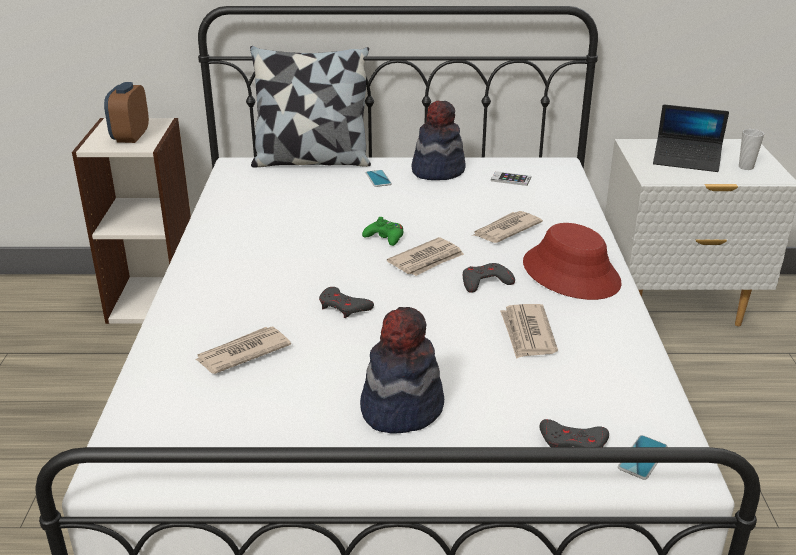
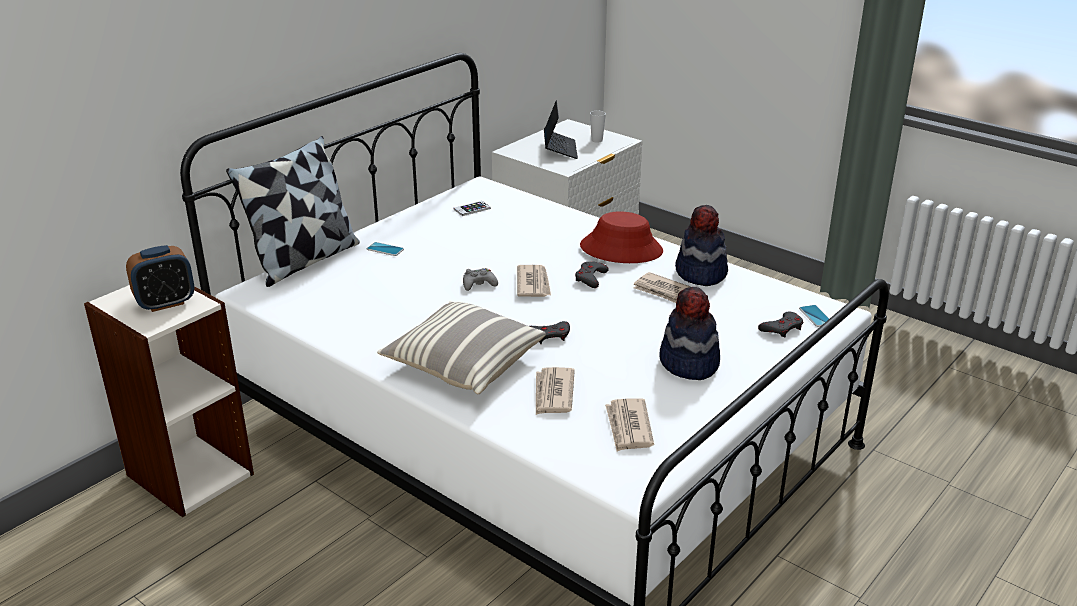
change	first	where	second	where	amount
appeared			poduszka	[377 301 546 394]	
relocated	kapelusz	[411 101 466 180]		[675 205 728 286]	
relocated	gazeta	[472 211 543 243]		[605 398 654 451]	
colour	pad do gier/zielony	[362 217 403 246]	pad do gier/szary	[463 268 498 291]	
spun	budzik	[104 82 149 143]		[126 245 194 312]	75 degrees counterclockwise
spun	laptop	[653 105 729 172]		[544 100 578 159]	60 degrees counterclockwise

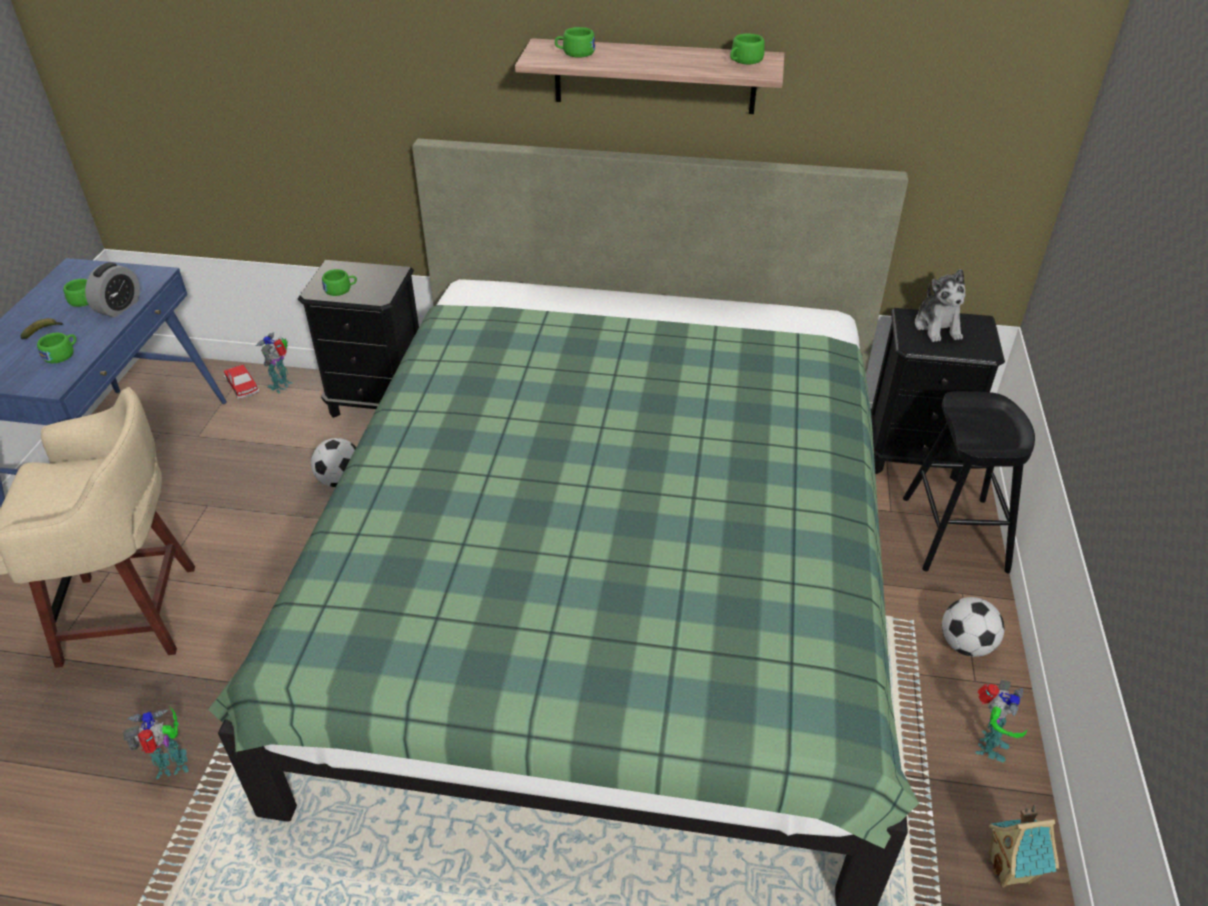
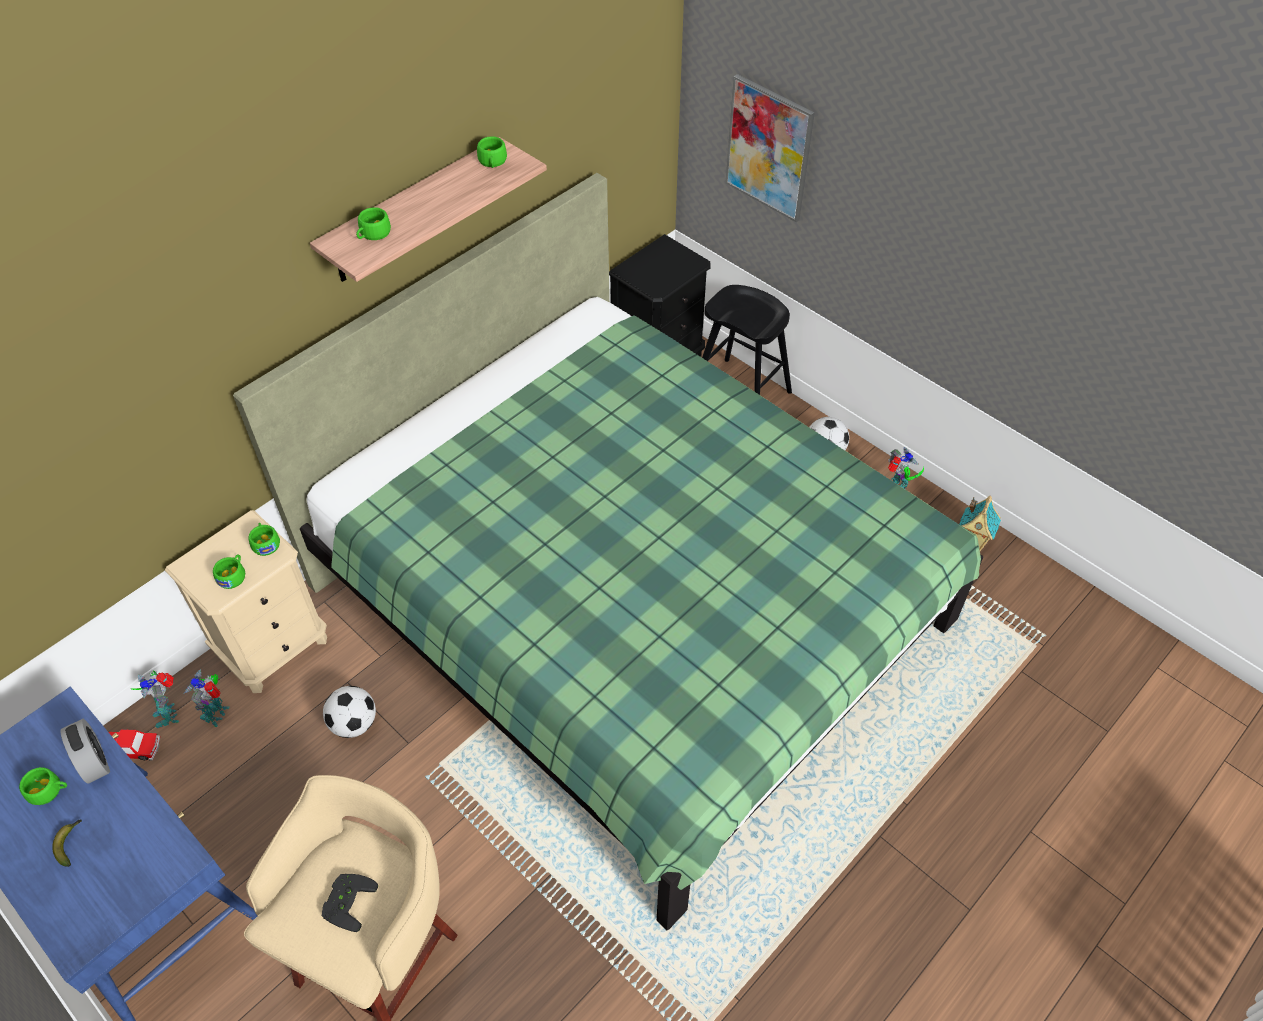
change	first	where	second	where	amount
missing	pluszak	[915 269 965 342]			
appeared			pad do gier/czarny	[322 874 378 932]	
appeared			obraz	[725 74 815 222]	
relocated	filiżanka/zielony	[37 333 76 363]		[248 523 280 556]	
relocated	robot zabawkowy	[123 707 189 779]		[184 669 230 727]	
colour	szafka nocna/czarny	[298 260 419 418]	szafka nocna/beżowy	[165 510 327 693]	

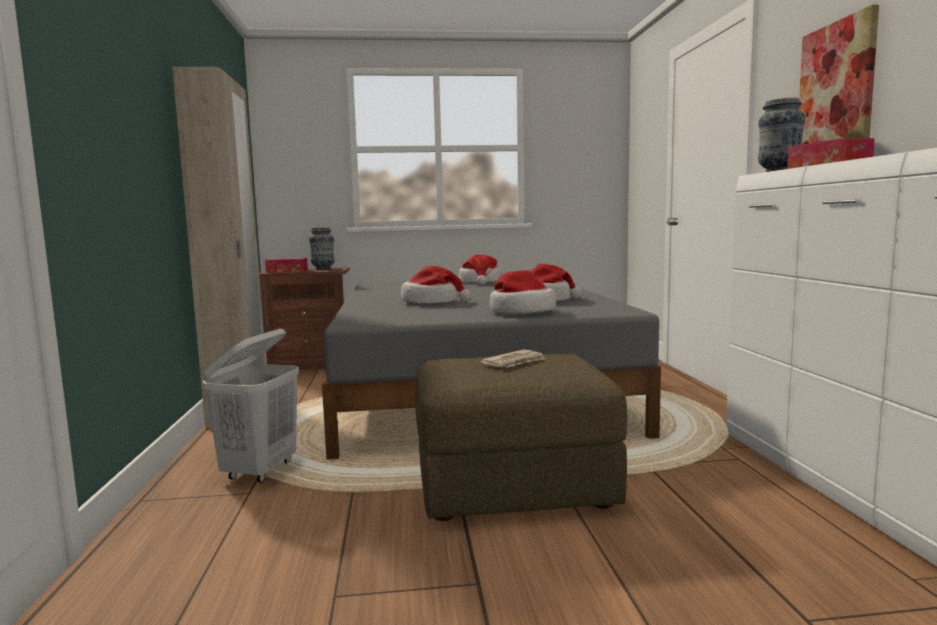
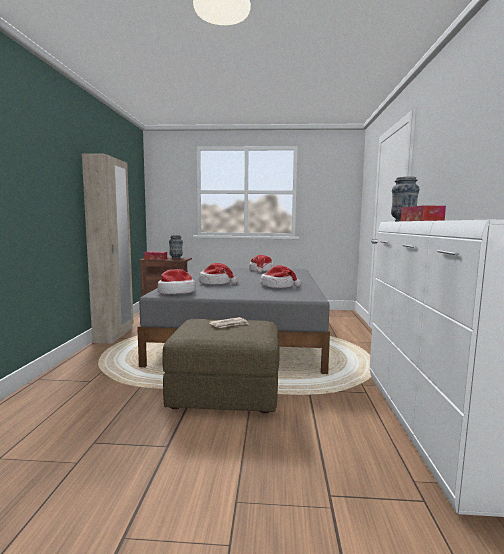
change	first	where	second	where	amount
missing	kosz na pranie/biały	[202 329 299 483]			
missing	obraz	[799 5 879 145]			
relocated	kapelusz	[490 270 556 314]		[157 269 196 294]	

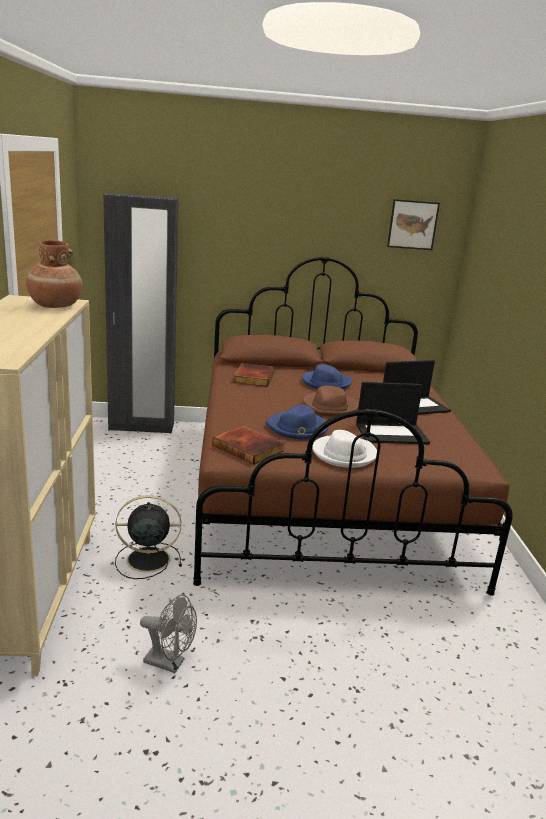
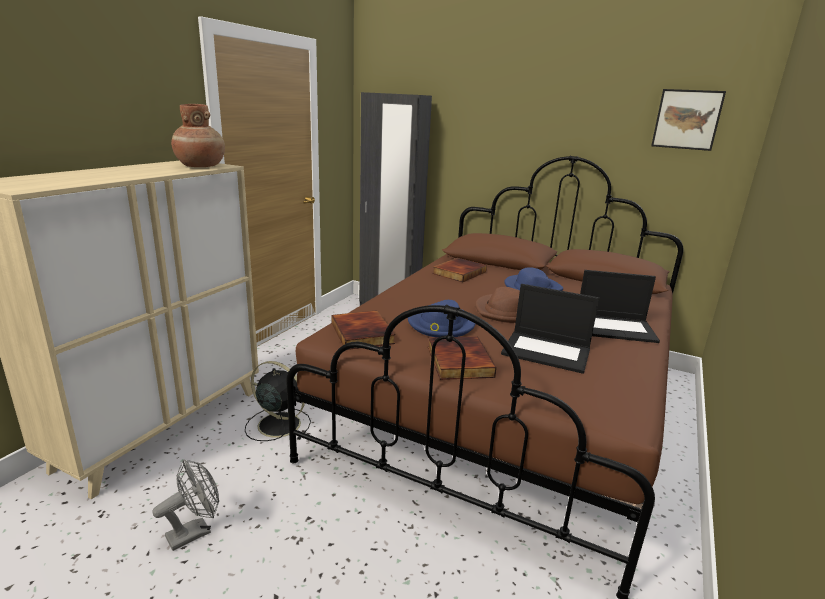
change	first	where	second	where	amount
exchanged	kapelusz/biały	[312 430 377 468]	książka	[428 336 497 380]	
spun	wentylator/szary	[140 594 197 673]		[153 459 219 551]	90 degrees counterclockwise

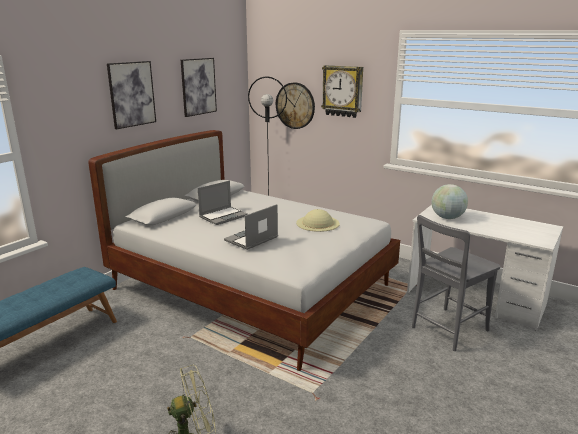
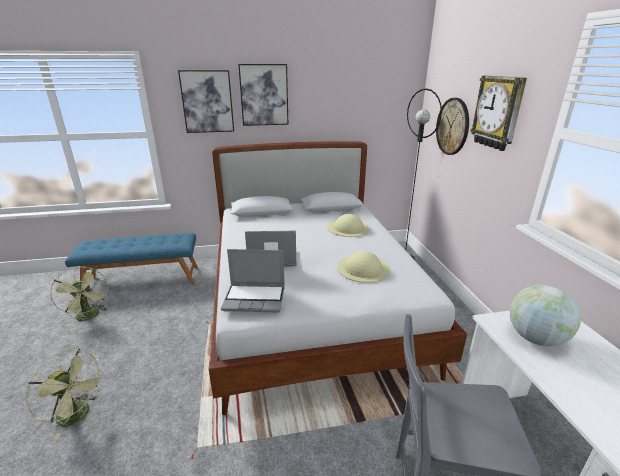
change	first	where	second	where	amount
appeared			wentylator/zielony	[50 267 109 326]	
appeared			kapelusz/beżowy	[328 214 370 237]	
relocated	obraz	[181 58 217 117]		[178 70 234 133]	
relocated	laptop	[198 181 248 225]		[221 249 285 313]	

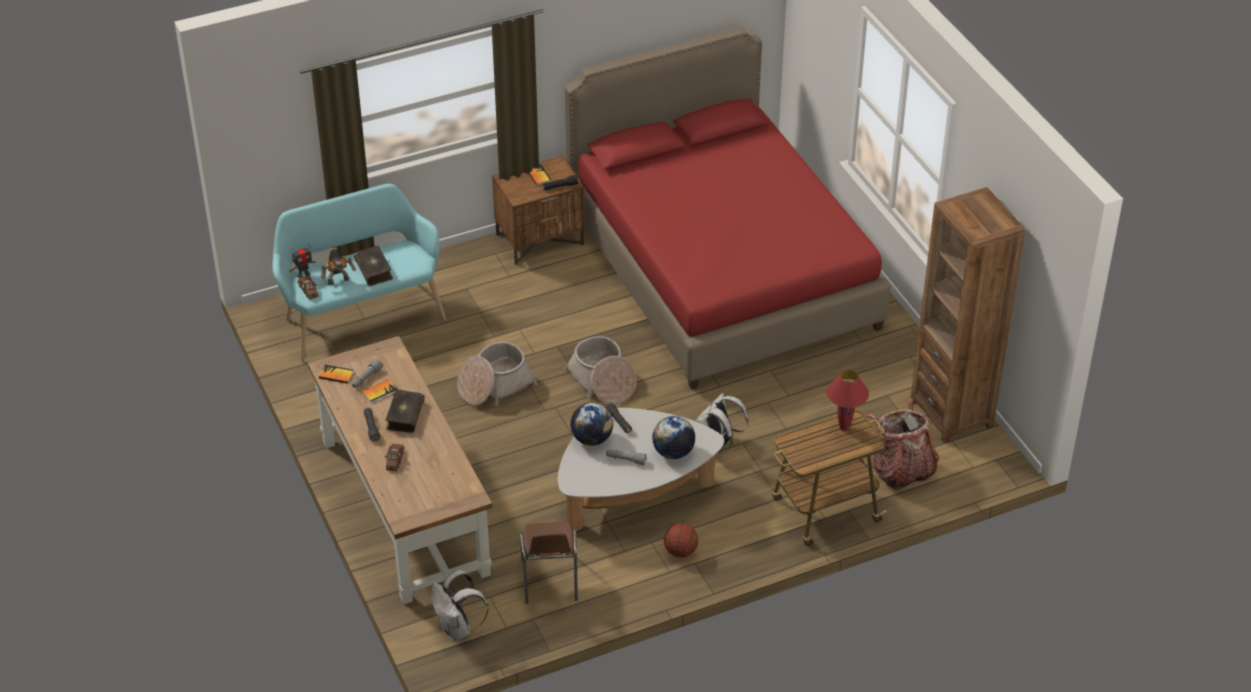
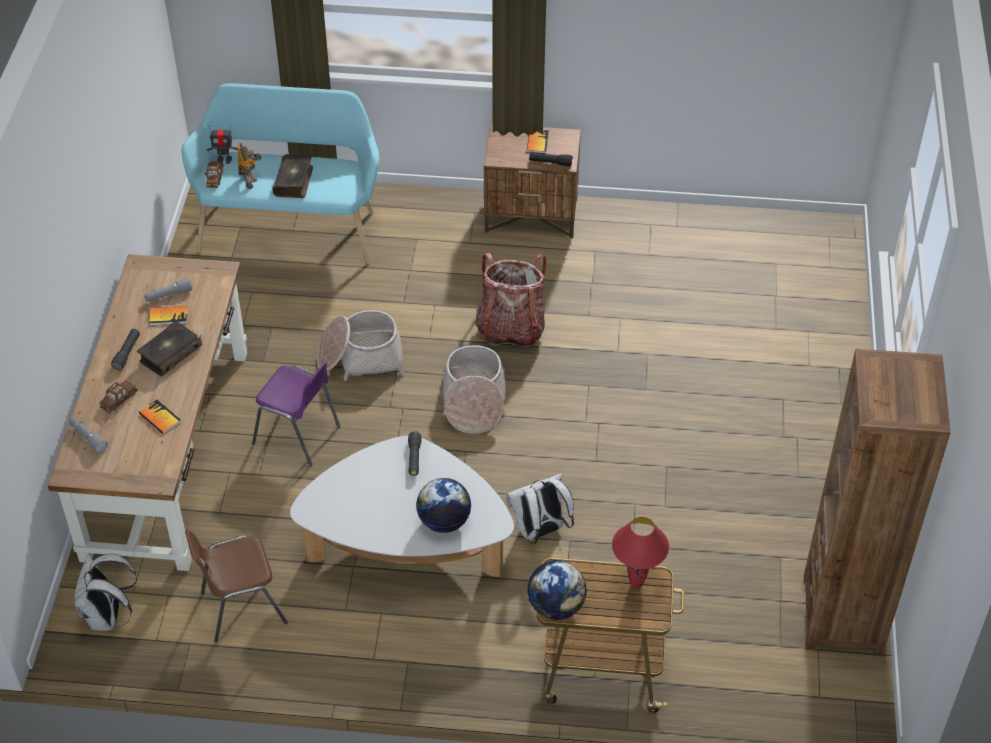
change	first	where	second	where	amount
missing	łóżko/czerwony	[565 27 891 390]			
missing	piłka do koszykówki	[664 523 698 558]			
appeared			krzesło/fioletowy	[252 359 340 466]	
relocated	książka	[319 365 354 384]		[139 399 181 434]	
relocated	globus	[570 403 613 446]		[527 560 587 620]	
relocated	latarka/szary	[606 449 647 465]		[69 417 108 453]	
relocated	plecak	[866 398 939 490]		[476 253 547 347]	
spun	robot zabawkowy	[321 247 356 286]		[238 143 262 189]	105 degrees counterclockwise
spun	krzesło/brązowy	[520 522 578 604]		[185 530 288 643]	45 degrees clockwise

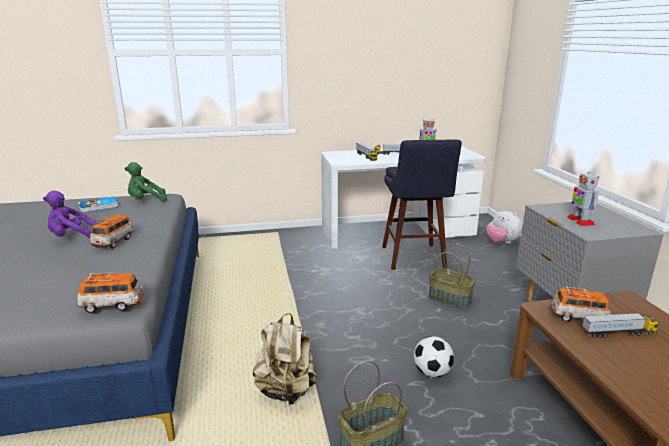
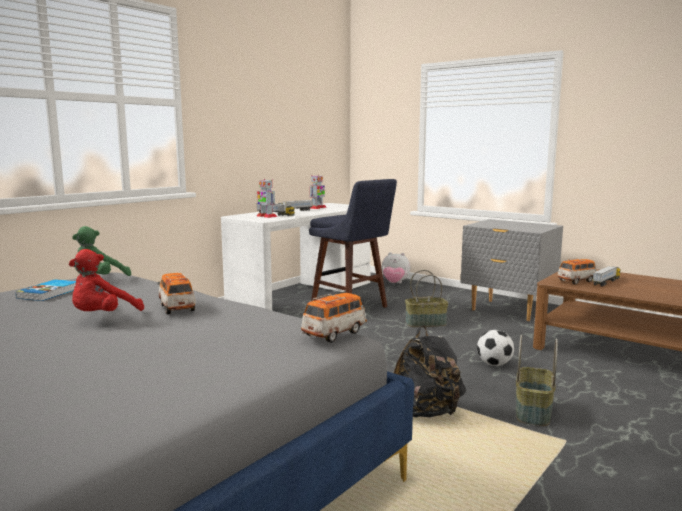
change	first	where	second	where	amount
relocated	robot zabawkowy	[567 172 599 226]		[257 179 277 218]	
colour	pluszak/fioletowy	[43 191 98 238]	pluszak/czerwony	[69 249 144 311]	
colour	plecak/beżowy	[253 313 317 405]	plecak/czarny	[393 325 466 418]	

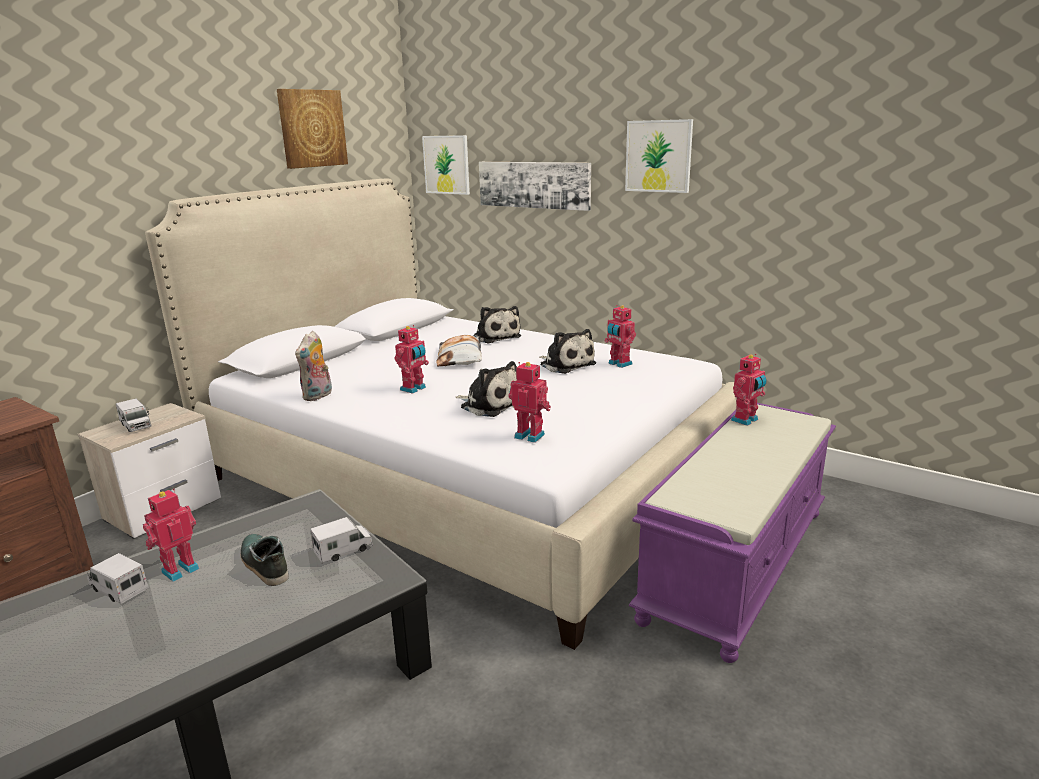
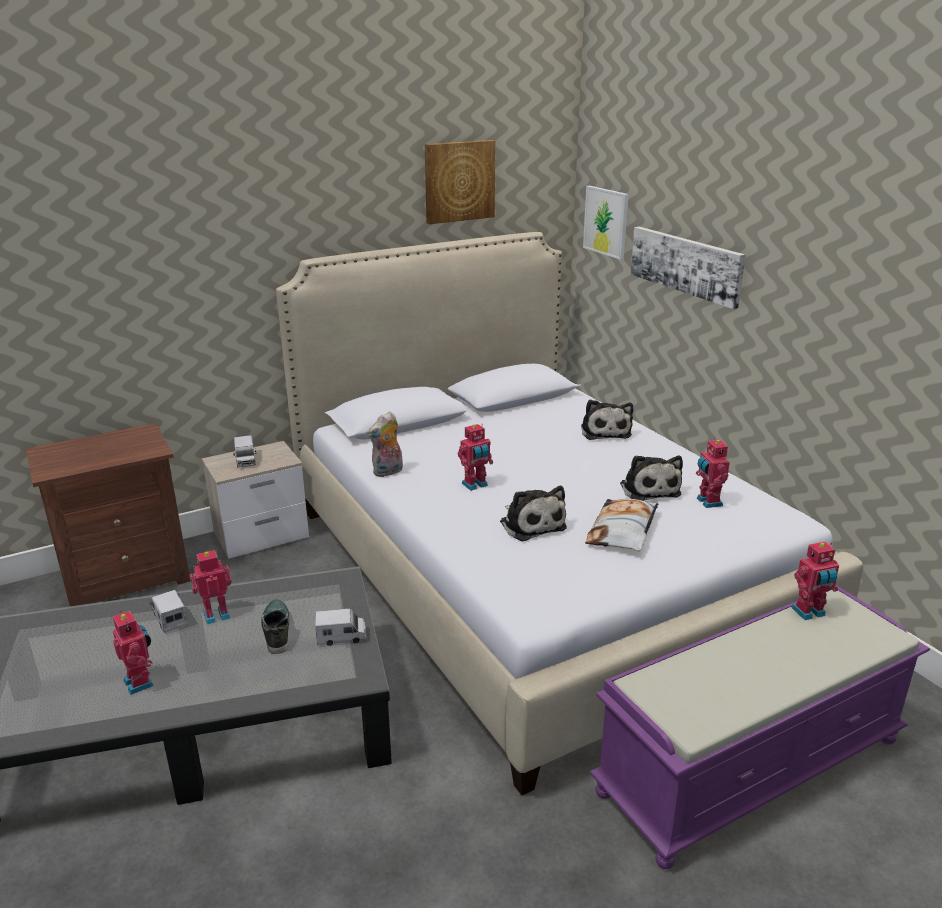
change	first	where	second	where	amount
missing	obraz	[625 119 693 193]			
relocated	poduszka	[436 335 482 366]		[585 499 659 551]	
relocated	robot zabawkowy	[509 362 551 443]		[113 610 154 695]	

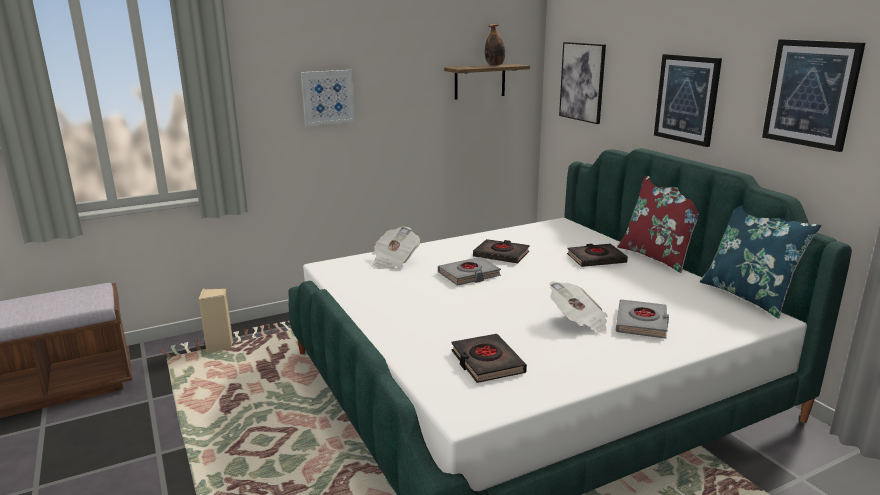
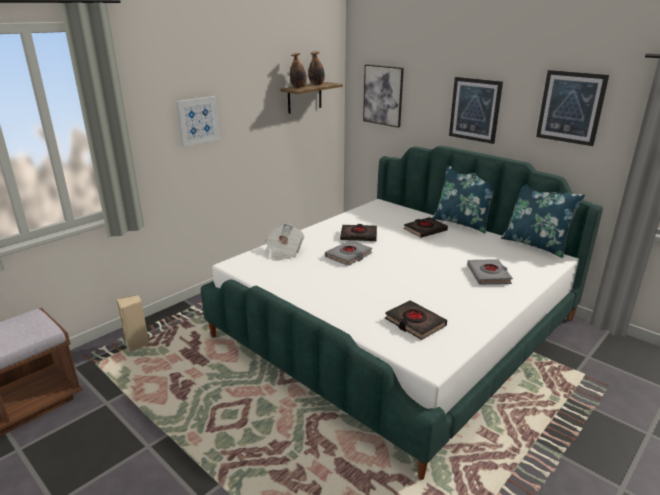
change	first	where	second	where	amount
missing	gazeta	[550 281 608 334]			
appeared			butelka	[290 53 307 88]	
colour	poduszka/czerwony	[617 176 699 273]	poduszka/niebieski	[432 166 494 233]	

